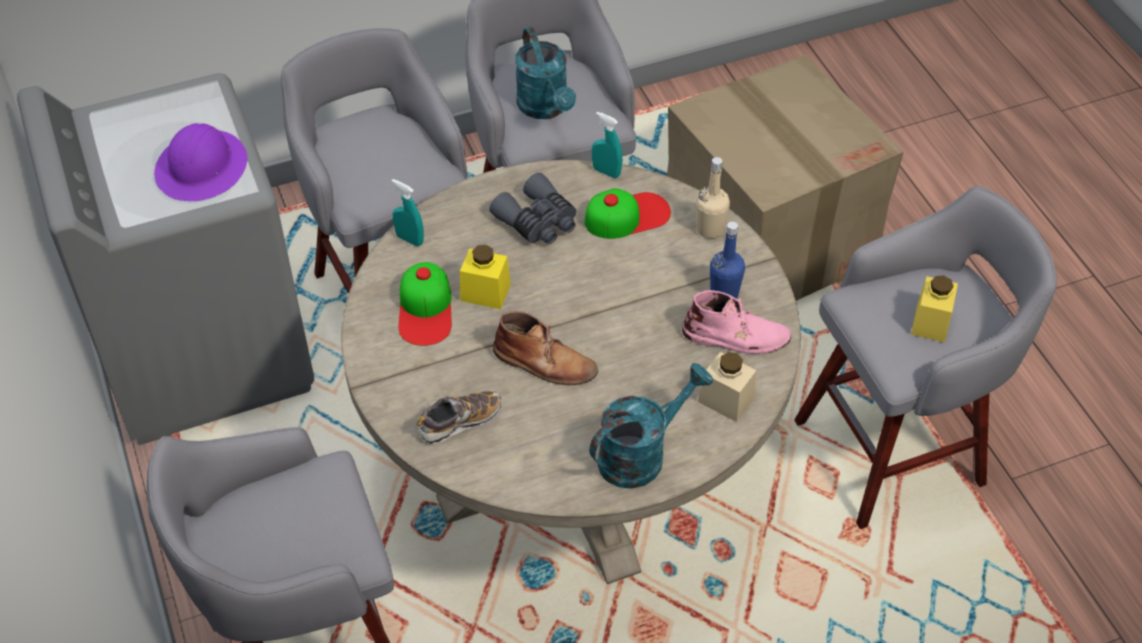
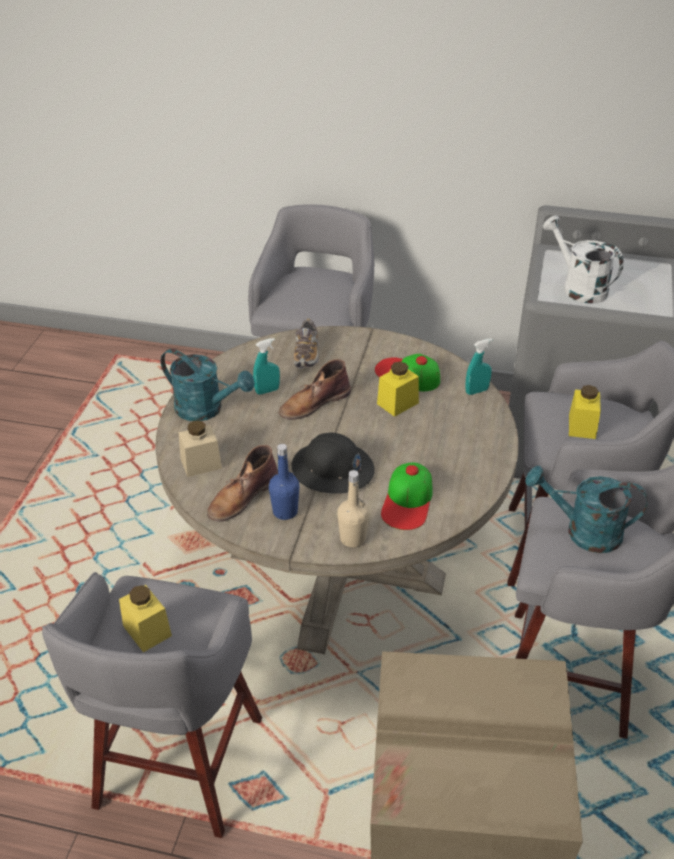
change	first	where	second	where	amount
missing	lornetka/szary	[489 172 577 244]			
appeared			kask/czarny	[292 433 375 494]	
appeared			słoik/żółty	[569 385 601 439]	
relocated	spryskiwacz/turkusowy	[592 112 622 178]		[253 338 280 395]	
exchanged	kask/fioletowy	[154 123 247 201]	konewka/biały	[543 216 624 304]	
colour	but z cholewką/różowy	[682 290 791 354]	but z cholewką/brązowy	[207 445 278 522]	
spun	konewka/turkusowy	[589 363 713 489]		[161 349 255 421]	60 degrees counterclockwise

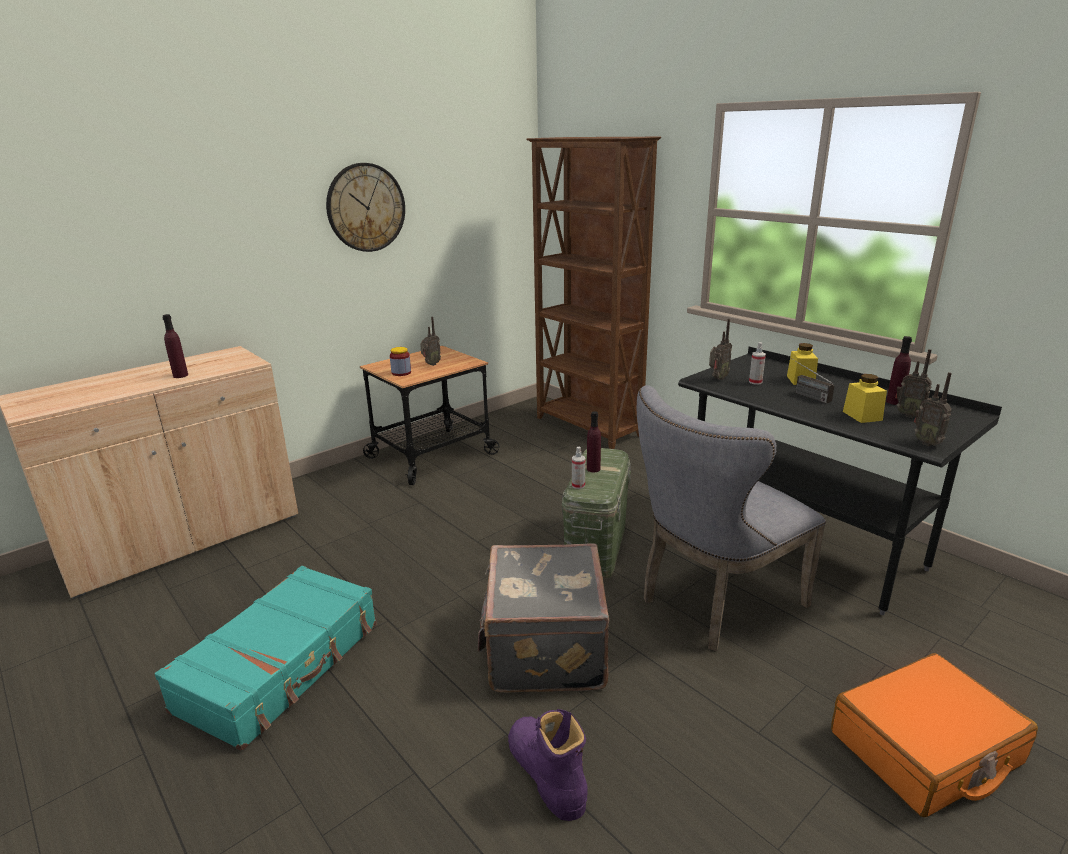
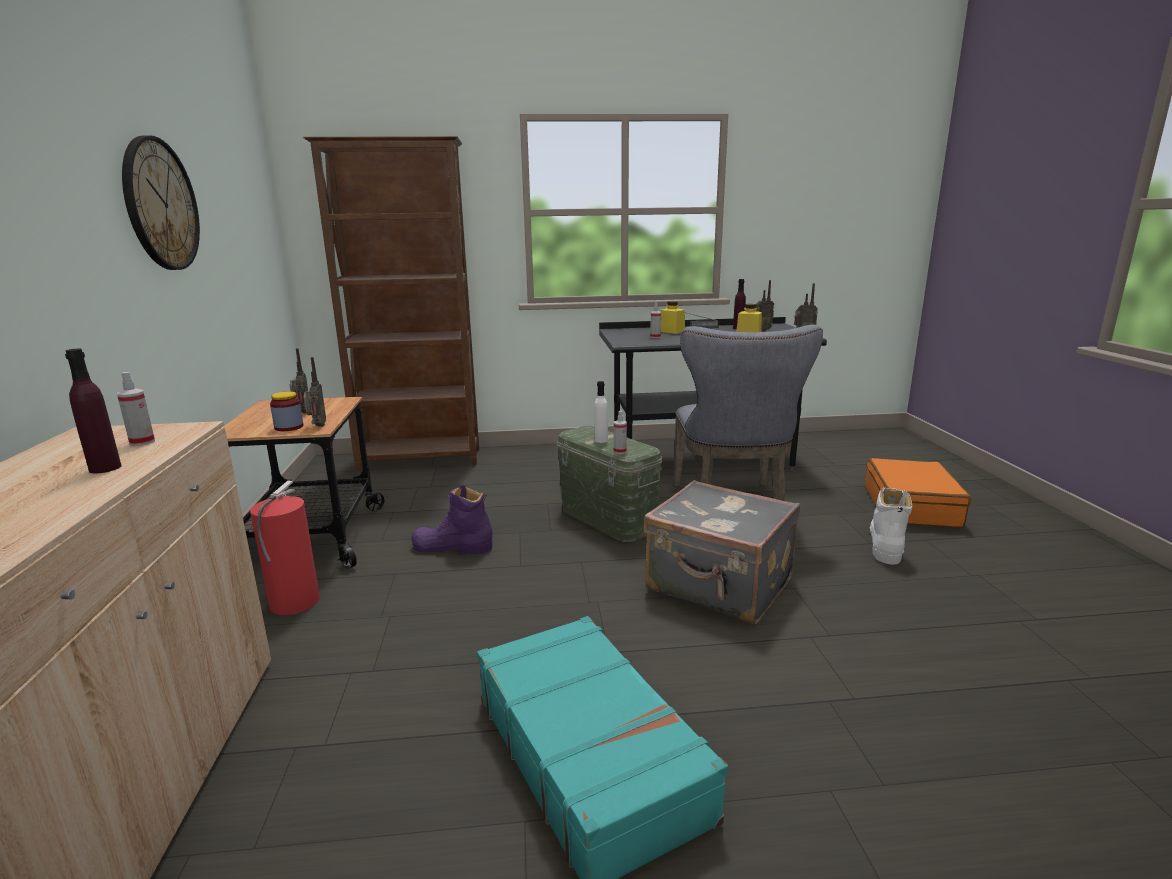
change	first	where	second	where	amount
appeared			spryskiwacz	[117 372 155 446]	
appeared			gaśnica	[250 481 320 615]	
appeared			but z cholewką/biały	[870 487 912 564]	
relocated	but z cholewką/fioletowy	[508 709 588 821]		[411 485 493 554]	
relocated	radio	[709 319 732 380]		[303 357 326 427]	
colour	butelka/fioletowy	[587 411 601 472]	butelka/biały	[594 381 608 443]	

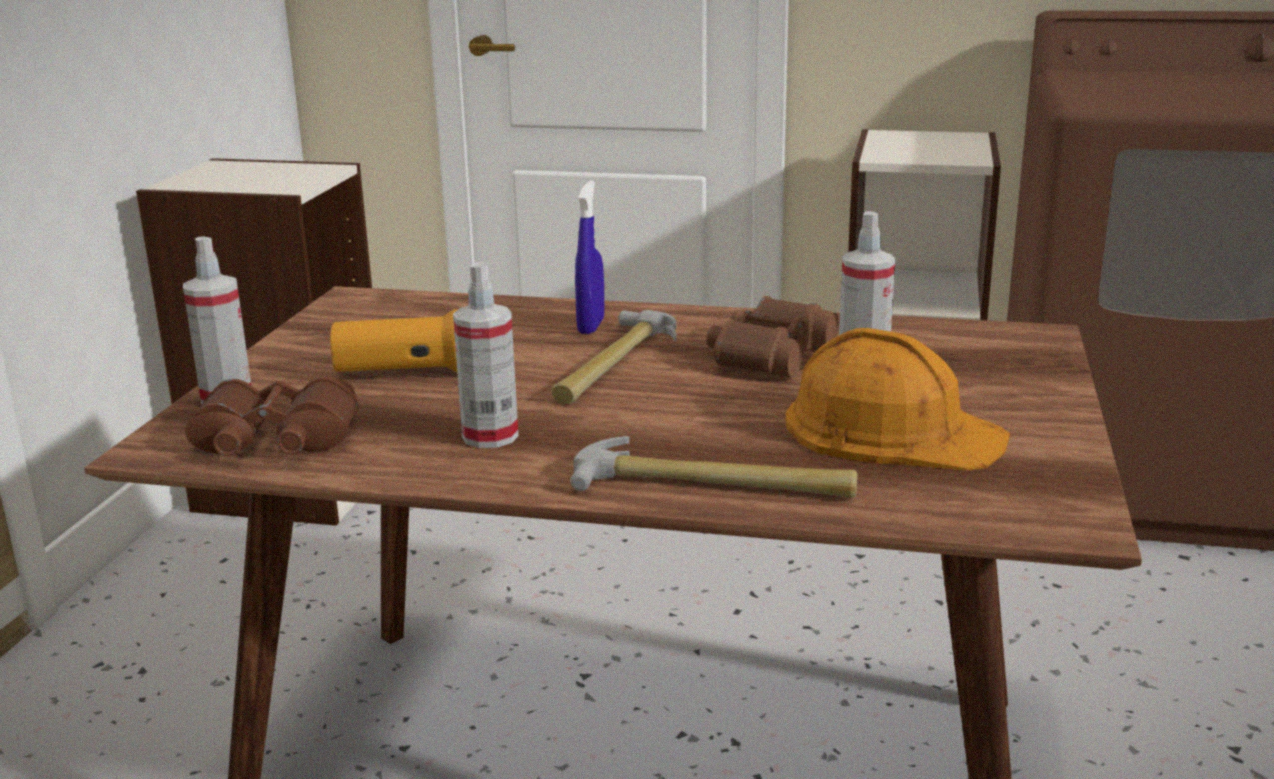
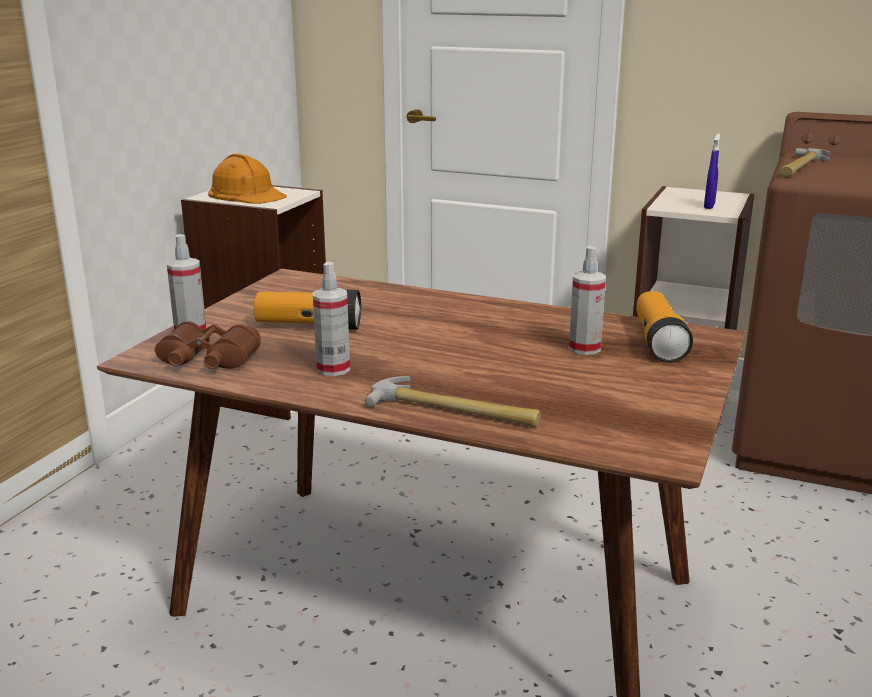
change	first	where	second	where	amount
missing	lornetka/brązowy	[706 296 839 377]			
appeared			latarka	[636 291 693 363]	
relocated	młotek	[552 310 676 404]		[780 148 831 177]	
relocated	spryskiwacz/niebieski	[575 181 604 334]		[704 133 720 209]	
relocated	kask/pomarańczowy	[785 328 1010 471]		[208 154 287 204]	

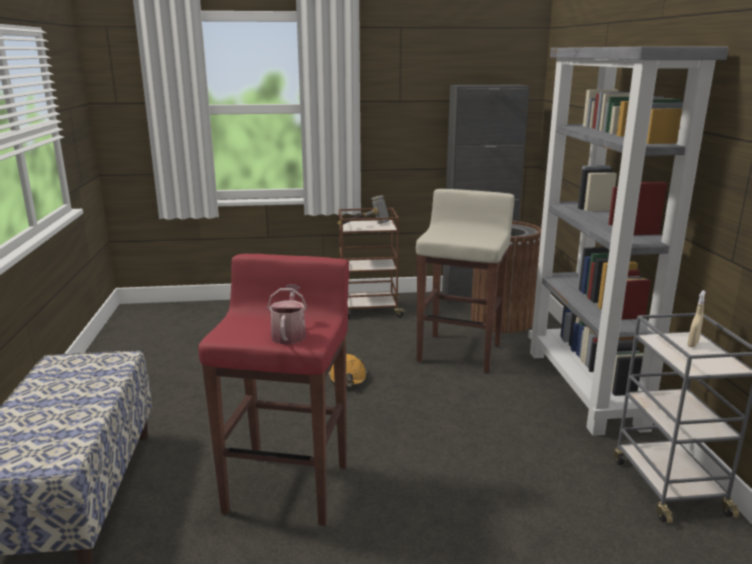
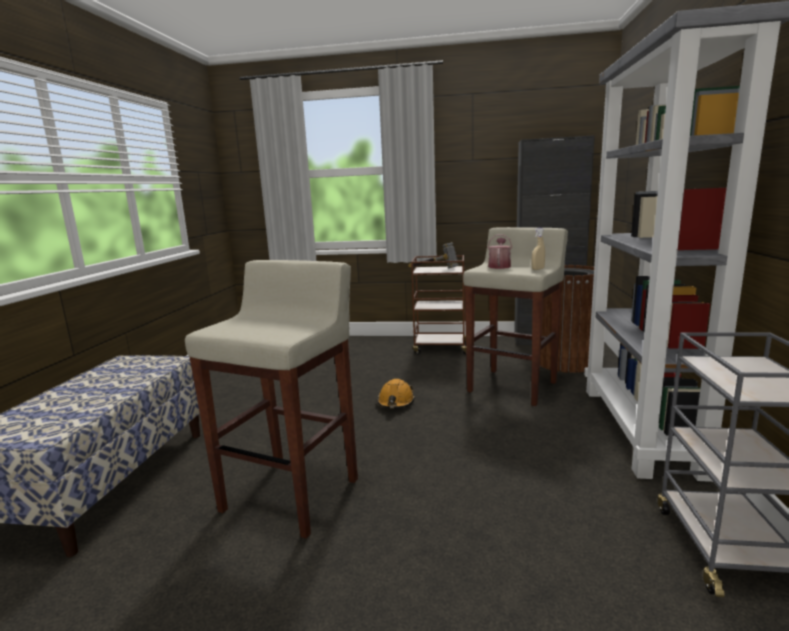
change	first	where	second	where	amount
relocated	konewka	[267 284 307 344]		[487 234 512 269]	
relocated	spryskiwacz/beżowy	[687 290 706 348]		[532 228 545 270]	
colour	stołek/czerwony	[198 254 349 526]	stołek/beżowy	[185 260 358 539]	

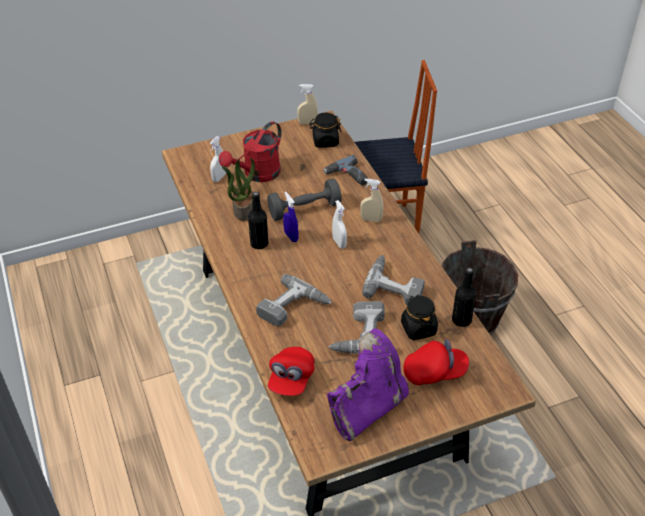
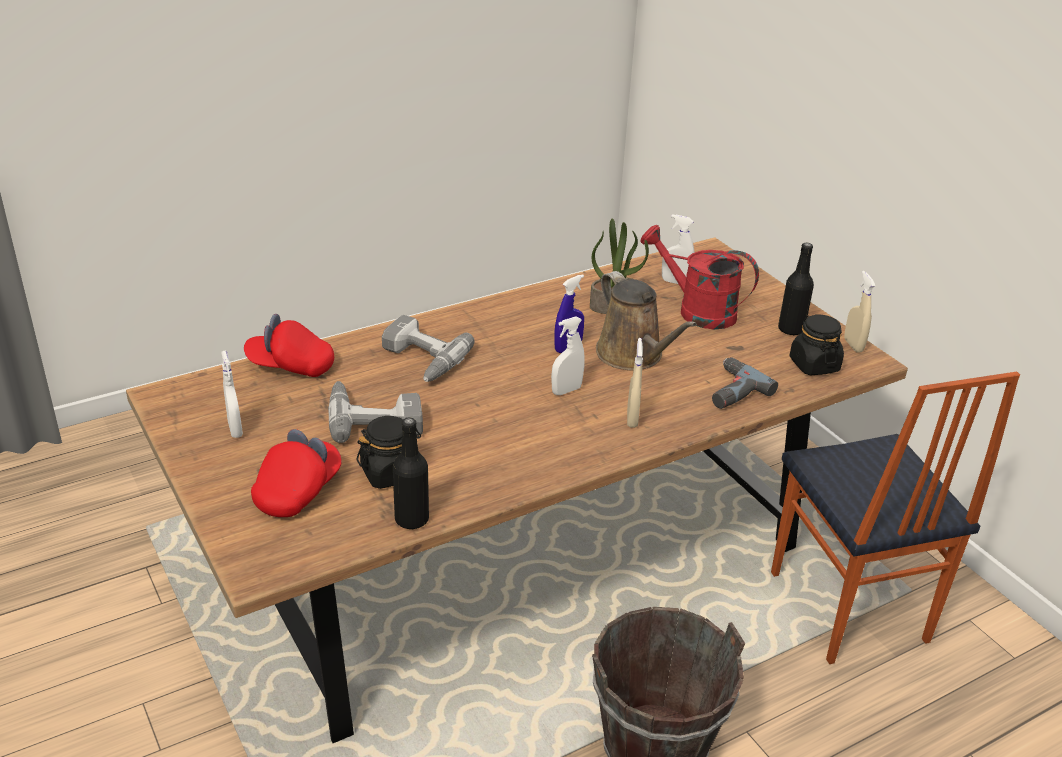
change	first	where	second	where	amount
missing	wiertarka	[362 255 425 305]			
relocated	butelka/czarny	[248 192 268 249]		[778 243 814 335]	
exchanged	hantel/szary	[267 178 342 221]	konewka/brązowy	[596 271 697 370]	
exchanged	but z cholewką/fioletowy	[327 329 409 441]	spryskiwacz/biały	[221 350 243 438]	
spun	czapka z daszkiem/czerwony	[403 339 469 385]		[251 429 342 517]	135 degrees counterclockwise

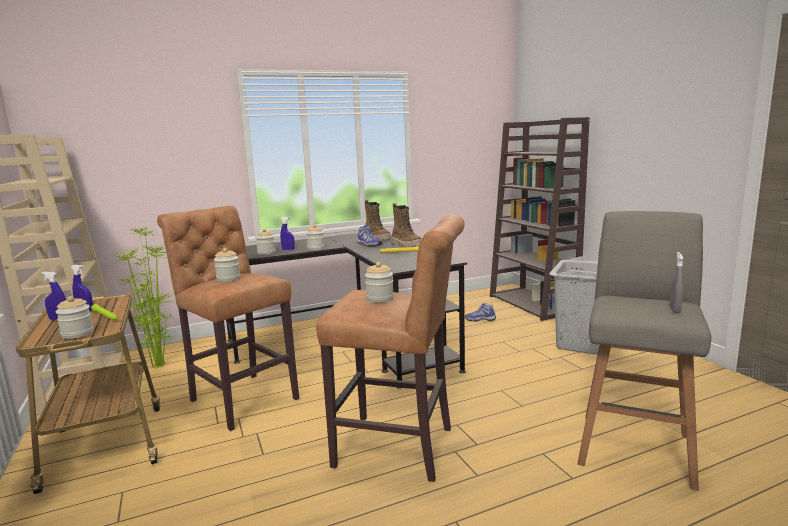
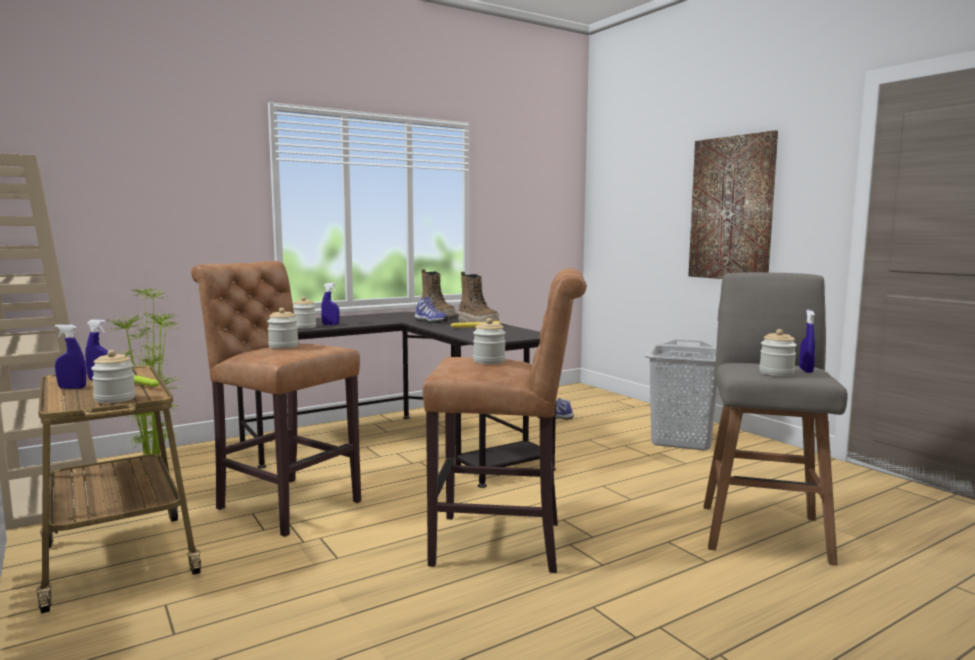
change	first	where	second	where	amount
missing	regał/brązowy	[490 117 590 321]			
appeared			obraz	[688 130 778 279]	
relocated	słoik	[306 225 325 250]		[759 329 797 376]	
colour	spryskiwacz/szary	[669 252 683 313]	spryskiwacz/niebieski	[799 310 815 373]	

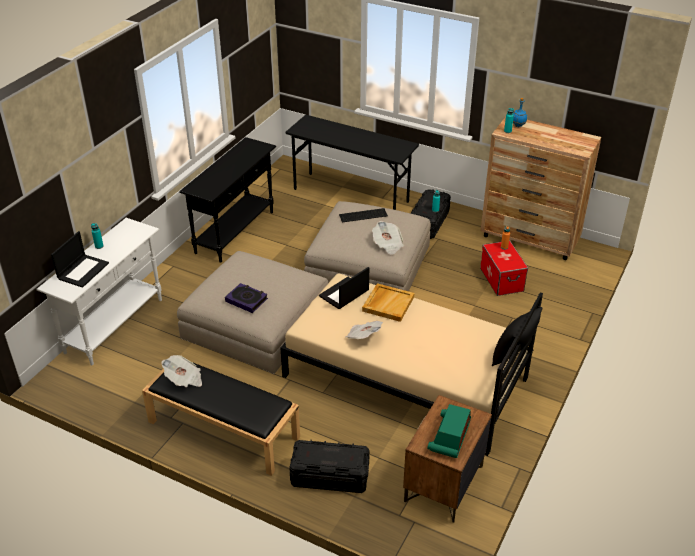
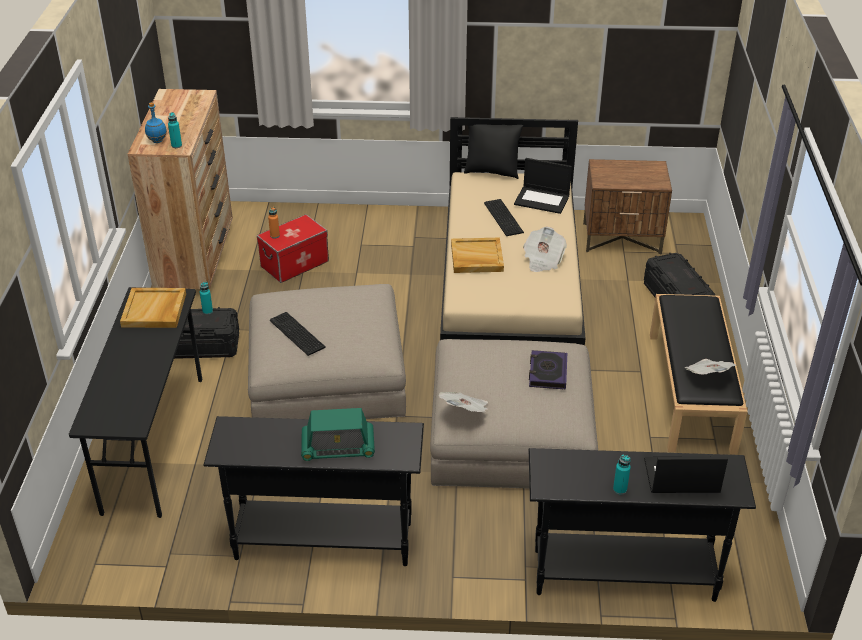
change	first	where	second	where	amount
appeared			taca/beżowy	[120 288 186 328]	
appeared			klawiatura	[484 199 524 236]	
relocated	laptop	[319 267 369 309]		[514 158 572 214]	
relocated	gazeta	[372 221 404 255]		[439 392 488 413]	
relocated	radio	[428 404 471 458]		[301 408 375 461]	
colour	stolik konsolowy/biały	[36 218 162 365]	stolik konsolowy/czarny	[529 448 756 602]	

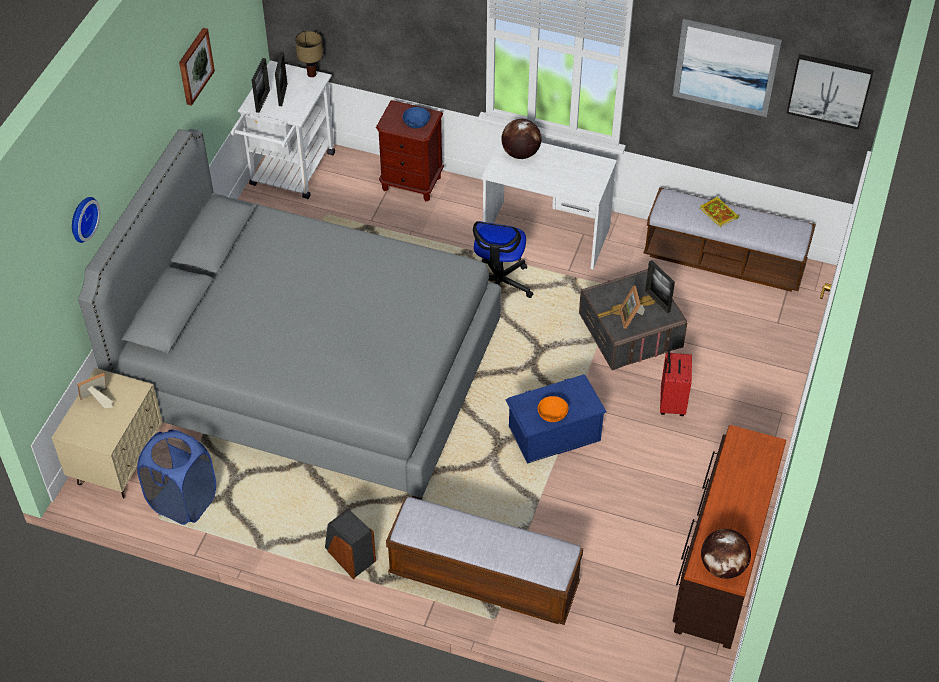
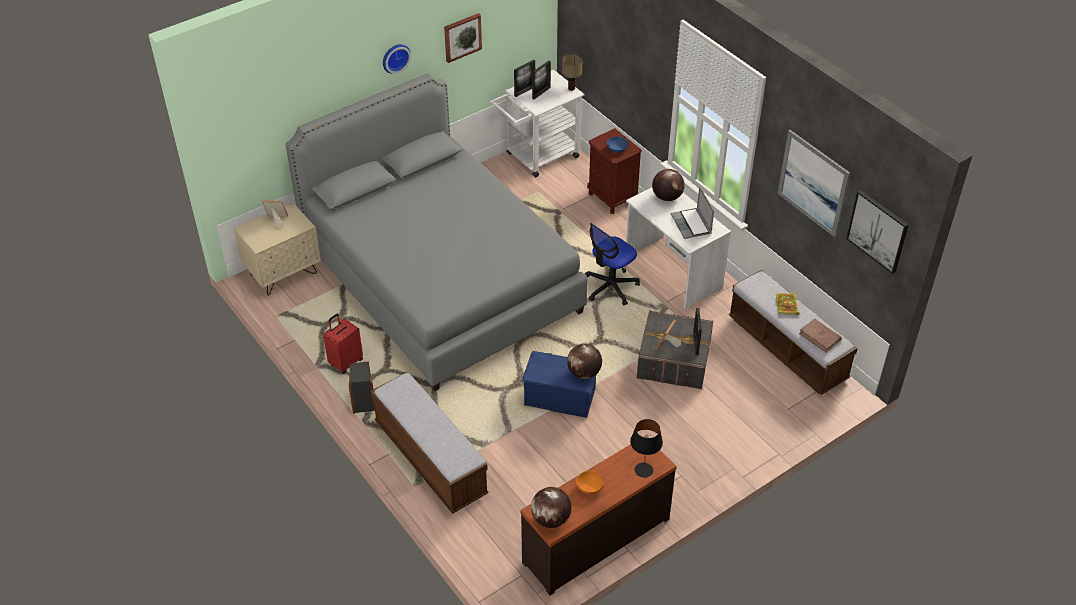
change	first	where	second	where	amount
missing	kosz na pranie/niebieski	[137 429 216 525]			
appeared			globus	[567 344 602 379]	
appeared			lampa stołowa/czarny	[630 419 663 478]	
appeared			laptop	[671 186 714 239]	
appeared			książka/brązowy	[799 319 842 352]	
relocated	zegar ścienny	[72 197 100 243]		[383 44 411 74]	
relocated	miska/pomarańczowy	[538 396 569 422]		[576 470 604 494]	
relocated	walizka/czerwony	[660 350 692 416]		[323 314 363 374]	

